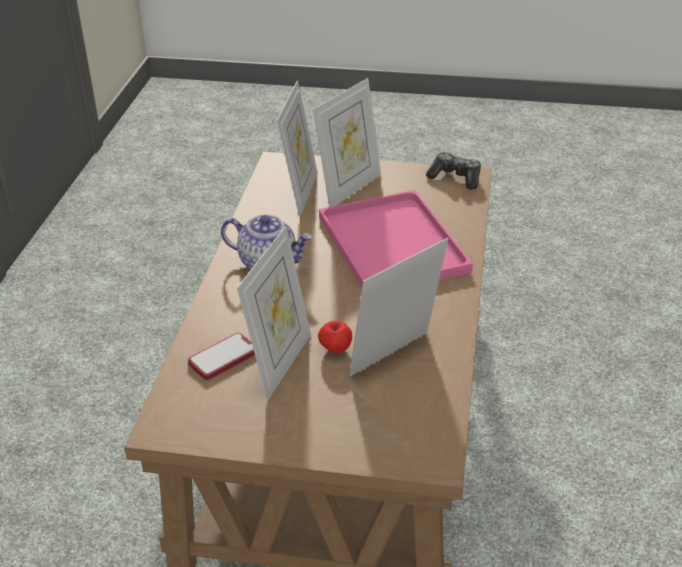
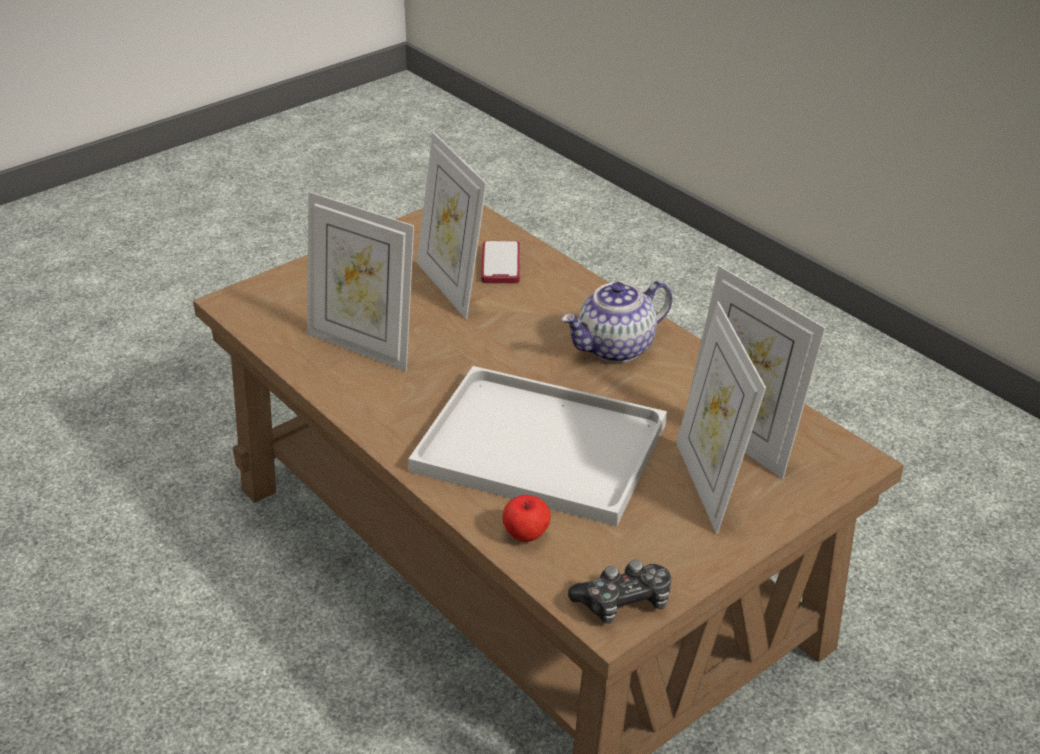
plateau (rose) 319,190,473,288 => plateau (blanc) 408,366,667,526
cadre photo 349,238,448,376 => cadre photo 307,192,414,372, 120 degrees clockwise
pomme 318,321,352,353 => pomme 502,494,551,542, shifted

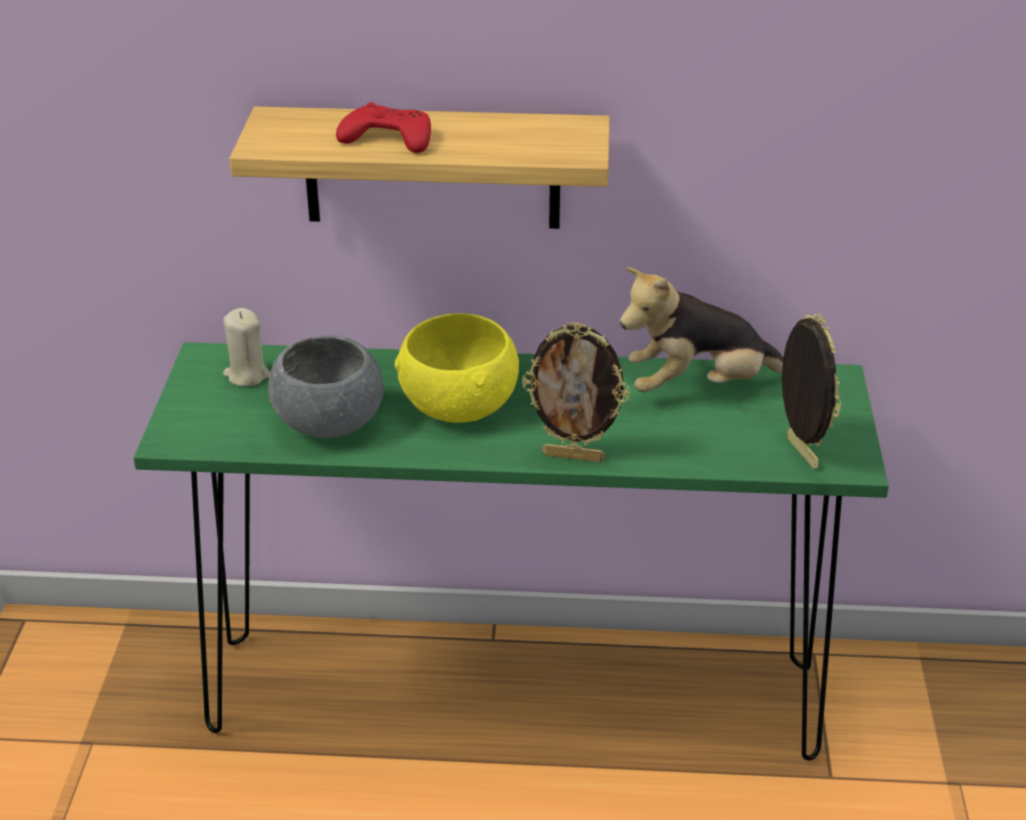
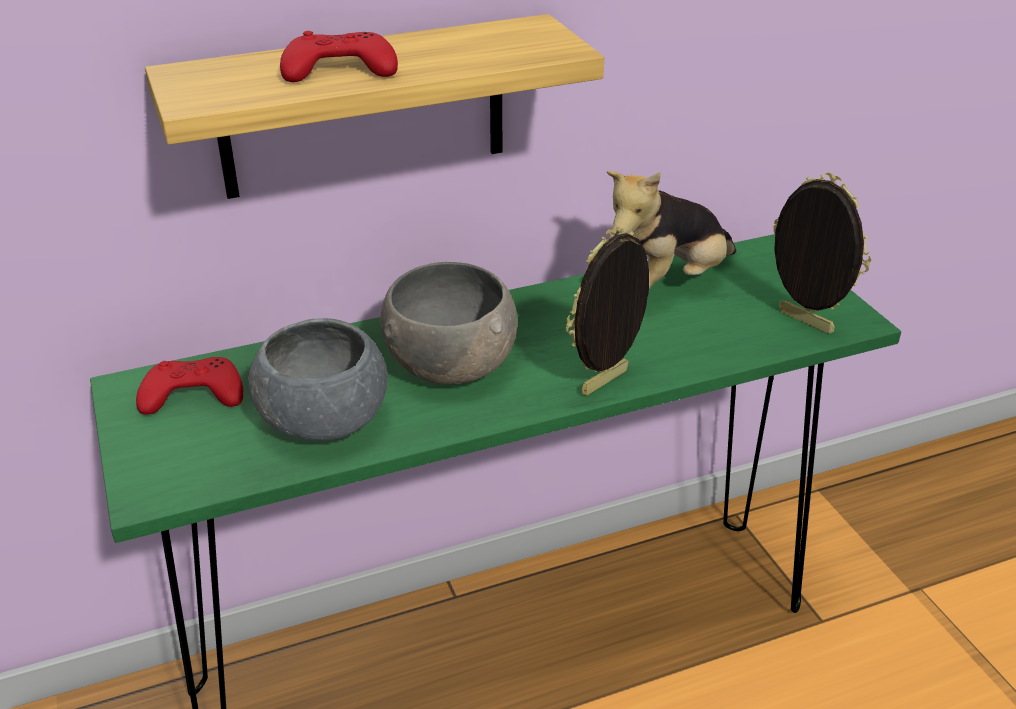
bougie (beige) 223,308,270,387 => manette (rouge) 136,357,243,415
bol (jaune) 395,313,519,423 => bol (gris) 381,262,517,384
cadre photo 522,322,630,462 => cadre photo 566,226,649,396, 150 degrees clockwise

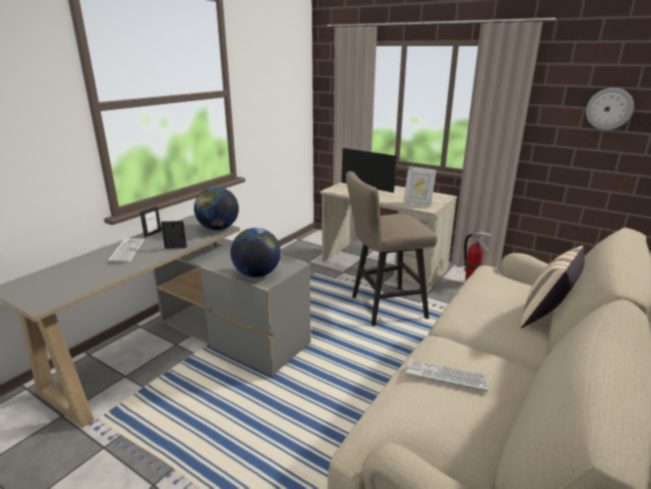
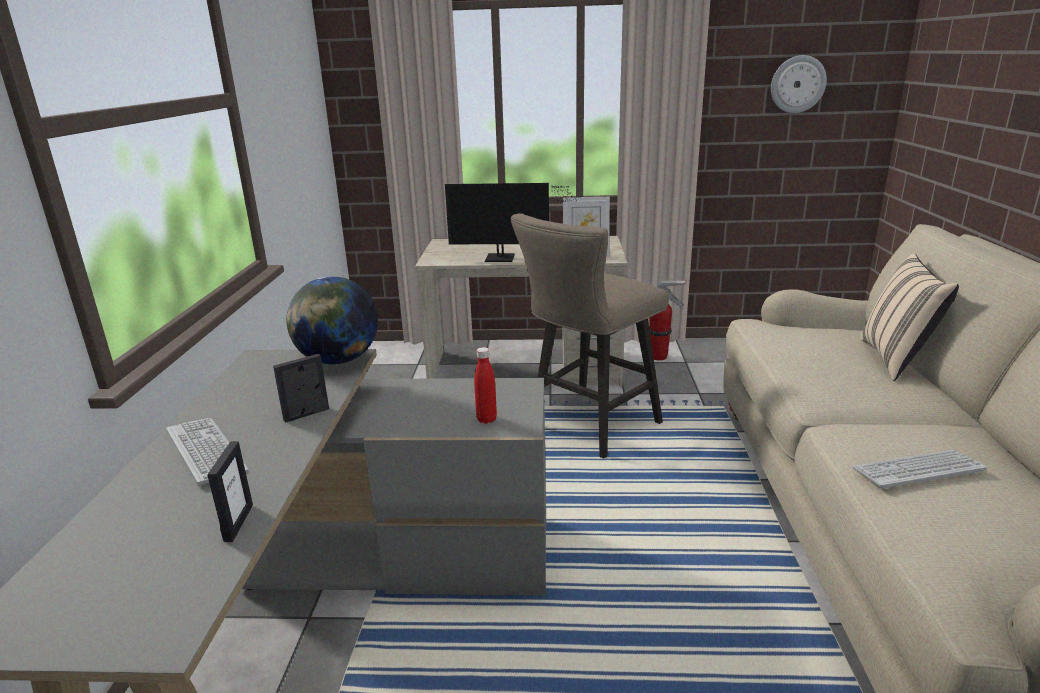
cadre photo 140,206,161,237 => cadre photo 207,441,253,542, shifted
globe 230,228,281,277 => bouteille (rouge) 474,347,497,424

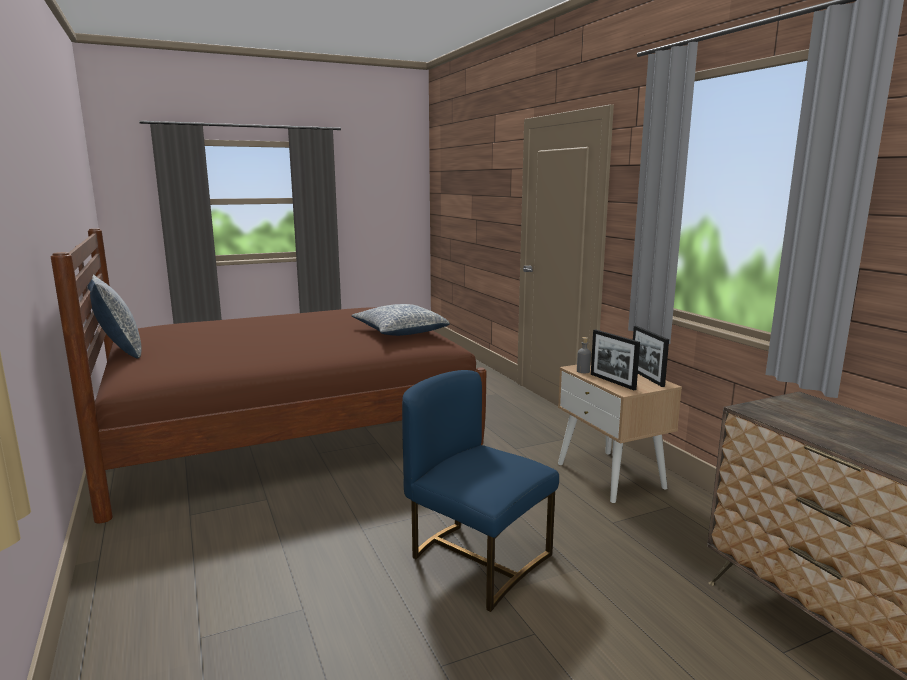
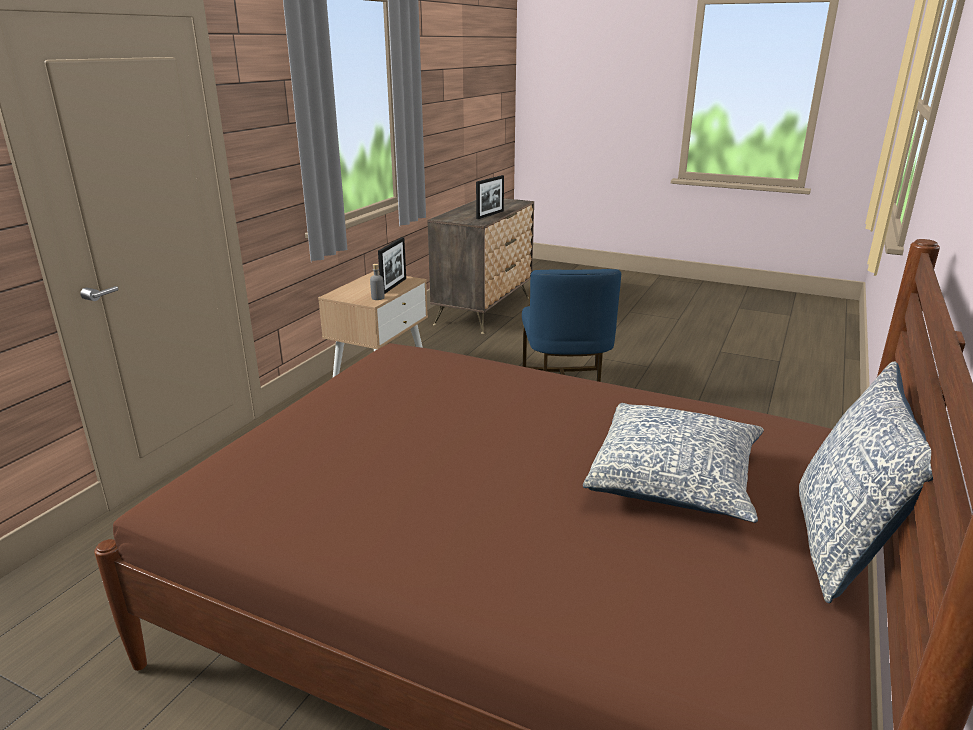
coussin 351,304,450,336 => coussin 583,403,764,523, shifted
cadre photo 633,326,669,387 => cadre photo 476,175,504,219, shifted

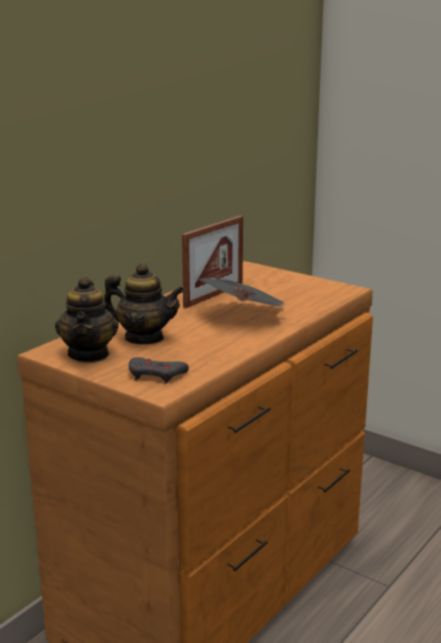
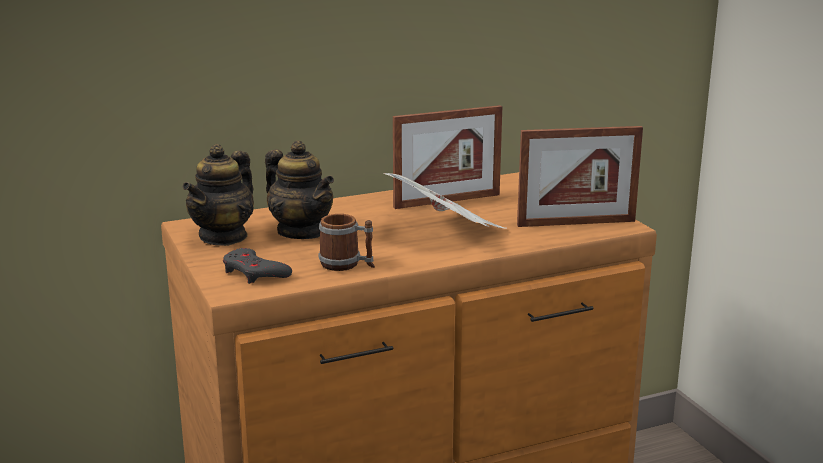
nothing => cadre photo 517,126,643,227
nothing => mug 319,214,375,271

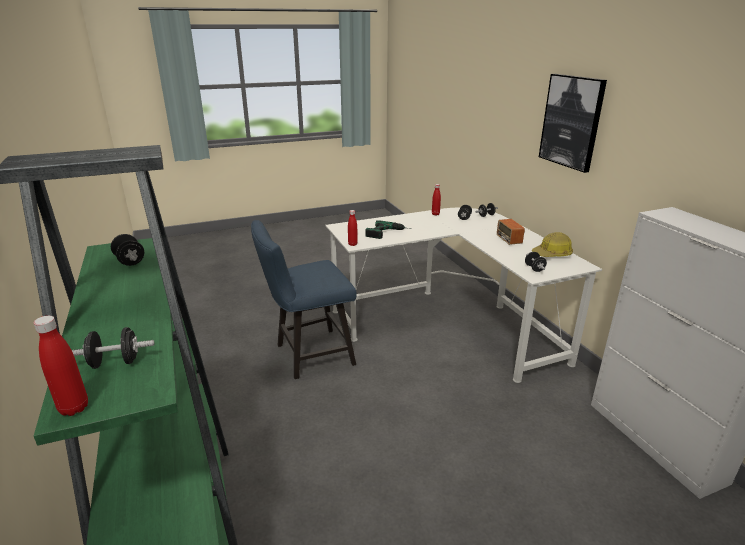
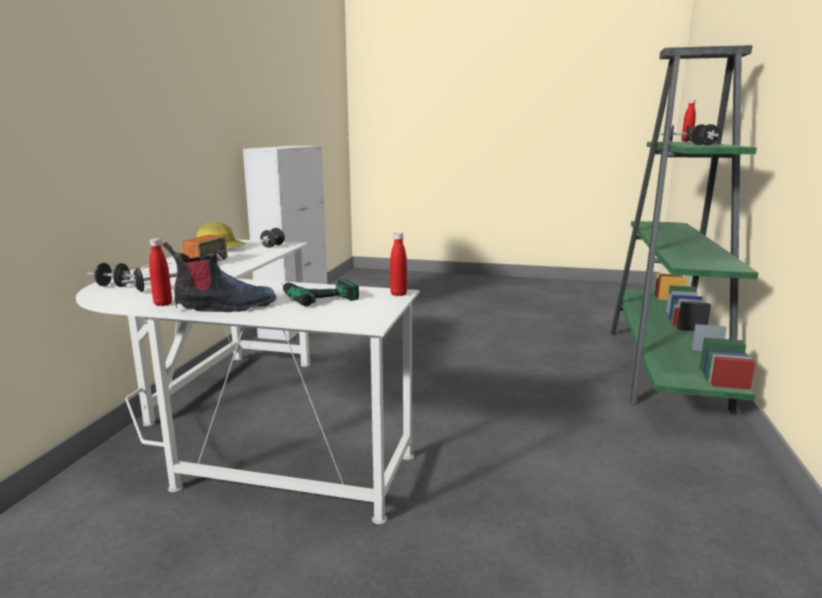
tableau 539,74,607,173 => nothing
chaise (bleu) 251,220,357,379 => nothing
nothing => botte 163,242,277,312

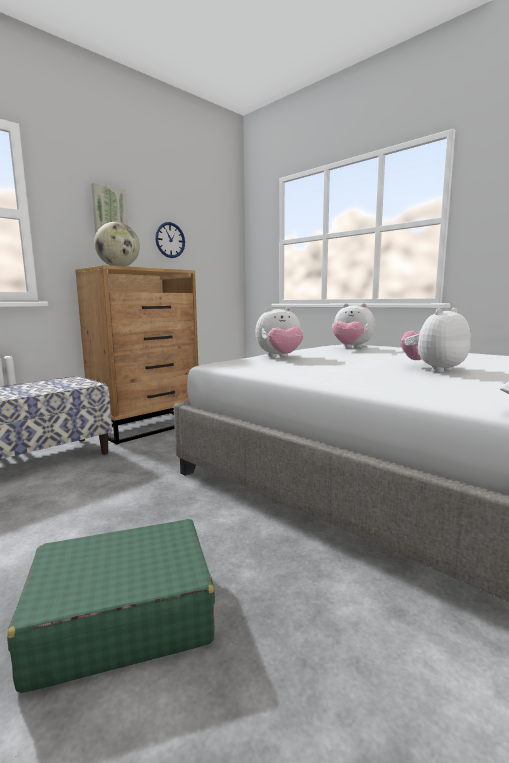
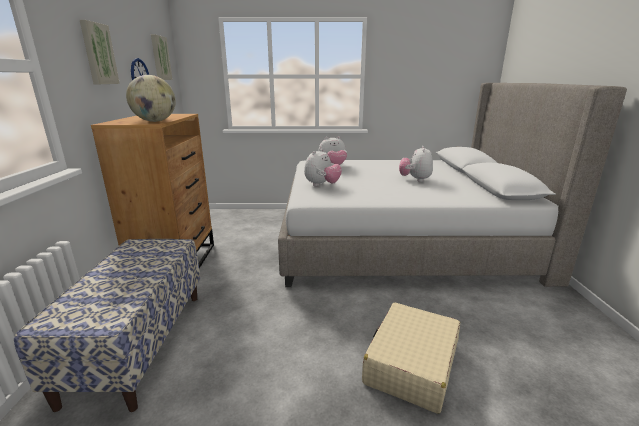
valise (vert) 7,519,215,693 => valise (beige) 362,302,460,414
nothing => tableau 151,34,173,80

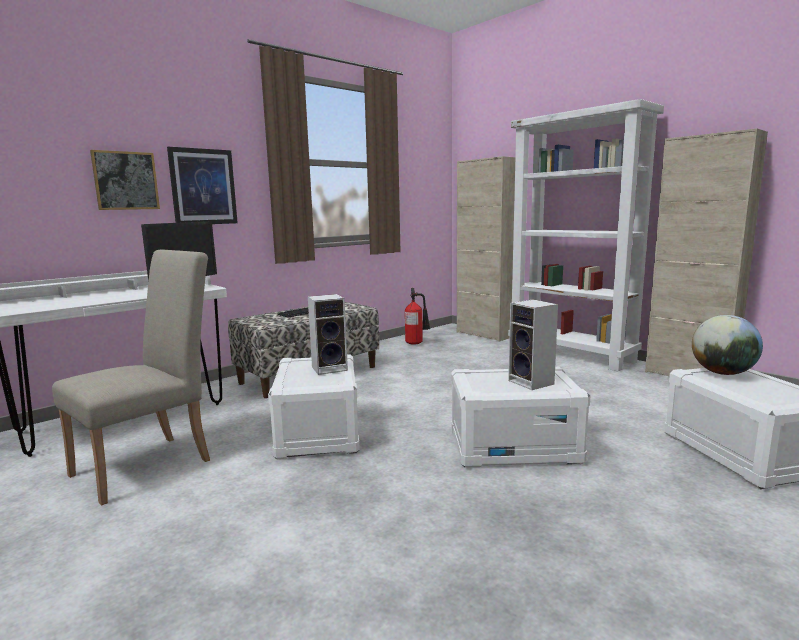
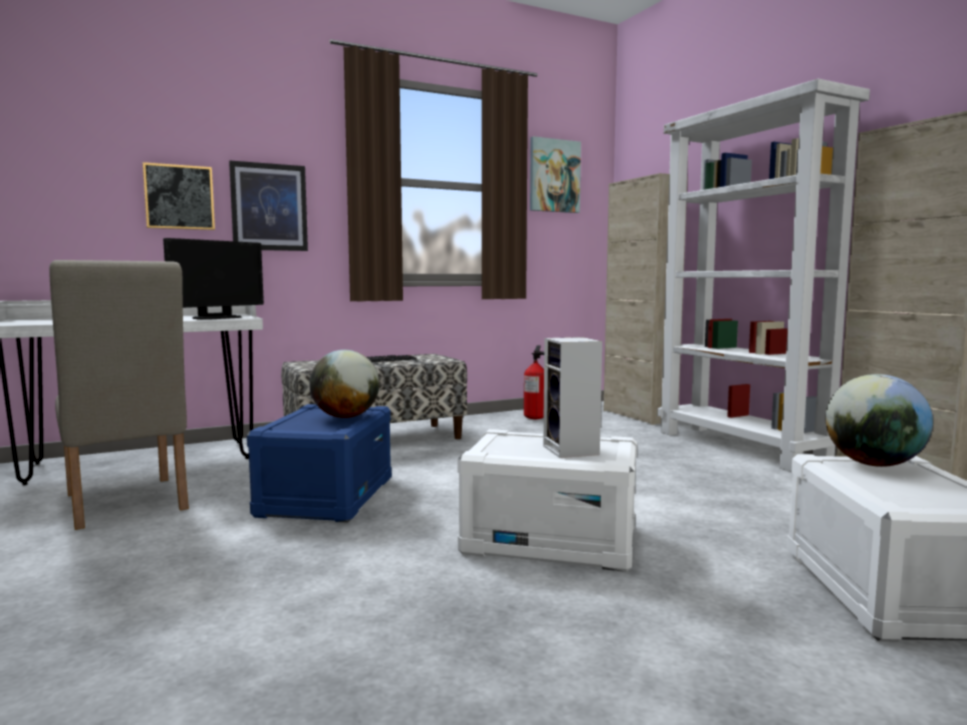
chaise (beige) 52,250,210,505 => chaise (beige) 49,260,189,530, 90 degrees clockwise
enceinte 308,294,348,375 => globe 309,350,379,418
boîte de rangement (blanc) 268,354,360,459 => boîte de rangement (bleu) 247,404,392,523
nothing => tableau 530,136,581,213

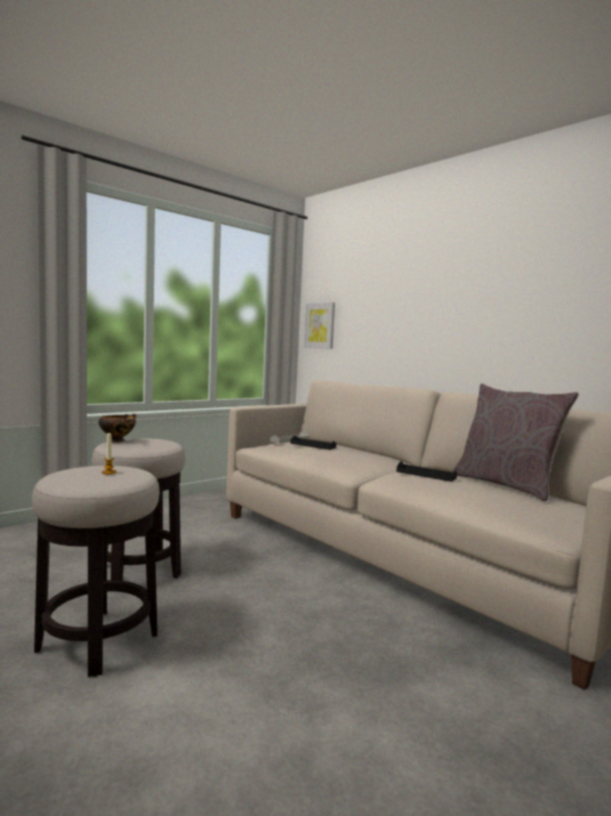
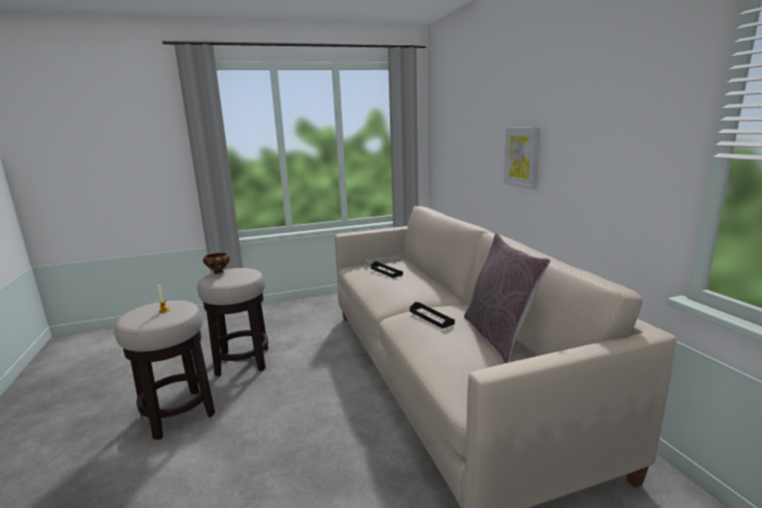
tableau 304,302,335,349 => tableau 504,127,541,189, shifted

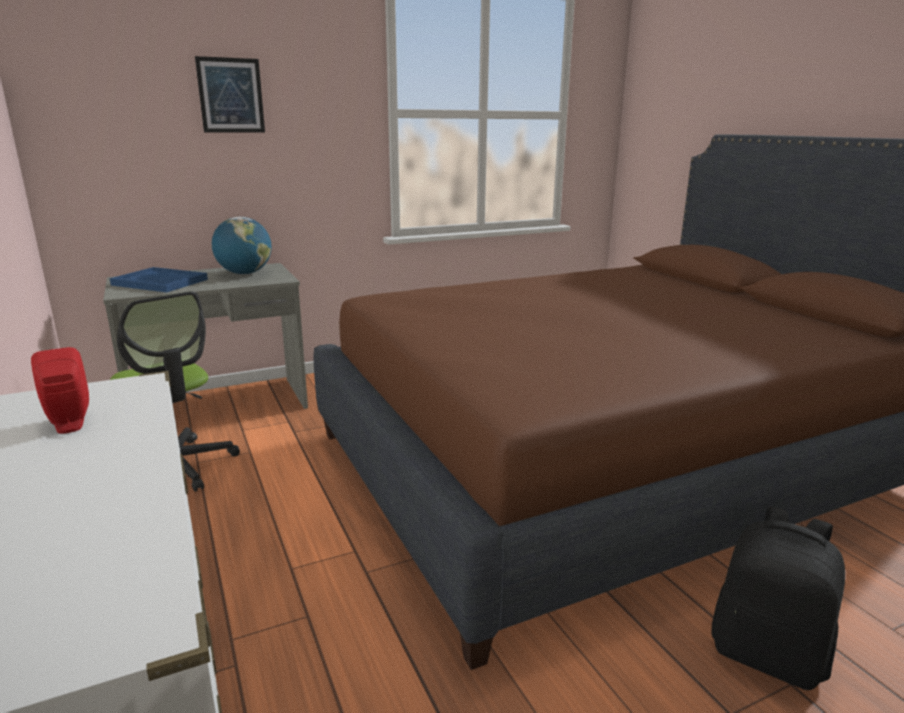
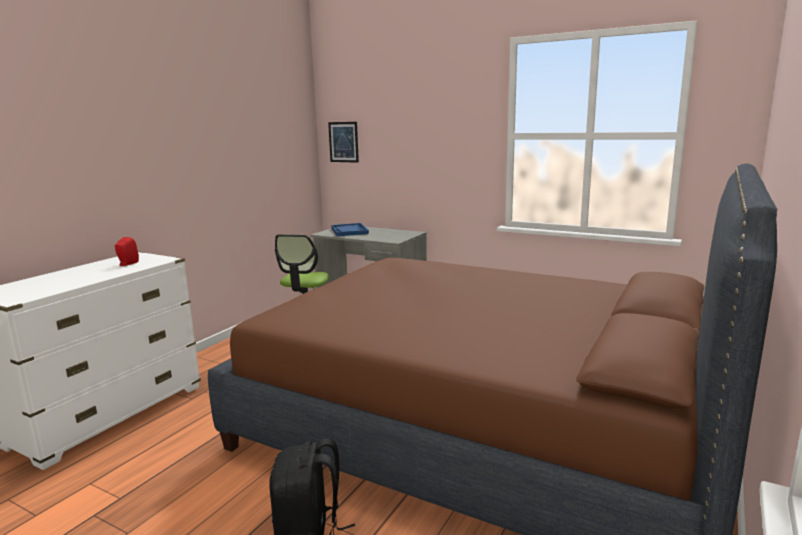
tableau 195,56,265,132 => tableau 328,122,359,163, shifted
globe 212,217,272,274 => nothing

